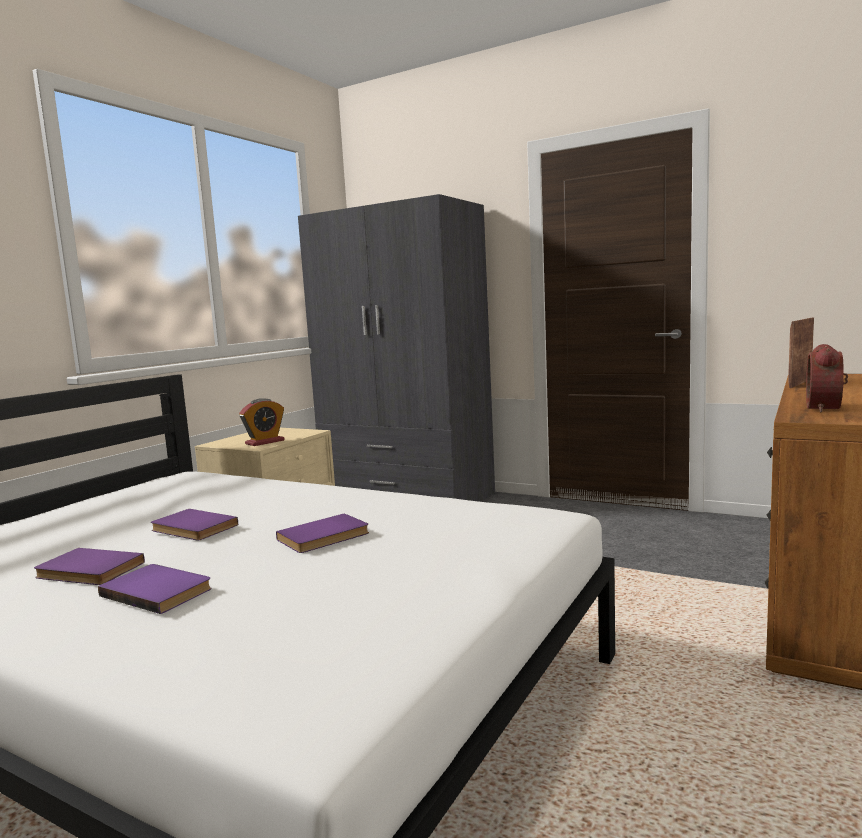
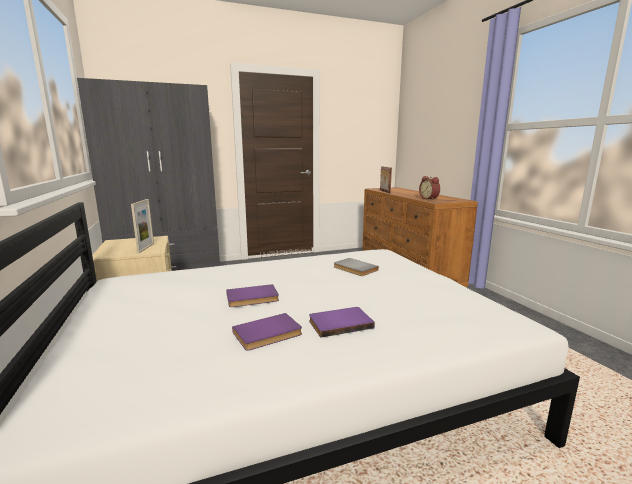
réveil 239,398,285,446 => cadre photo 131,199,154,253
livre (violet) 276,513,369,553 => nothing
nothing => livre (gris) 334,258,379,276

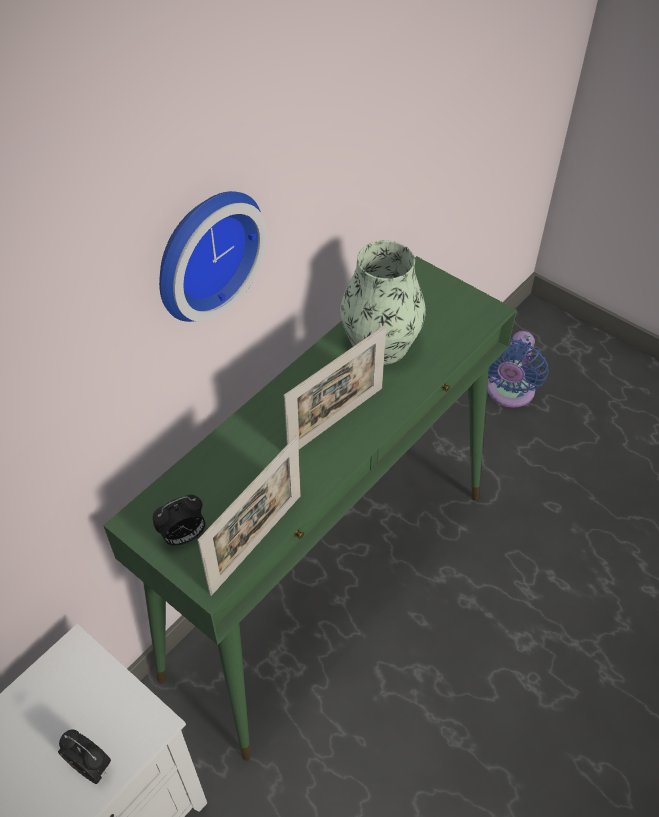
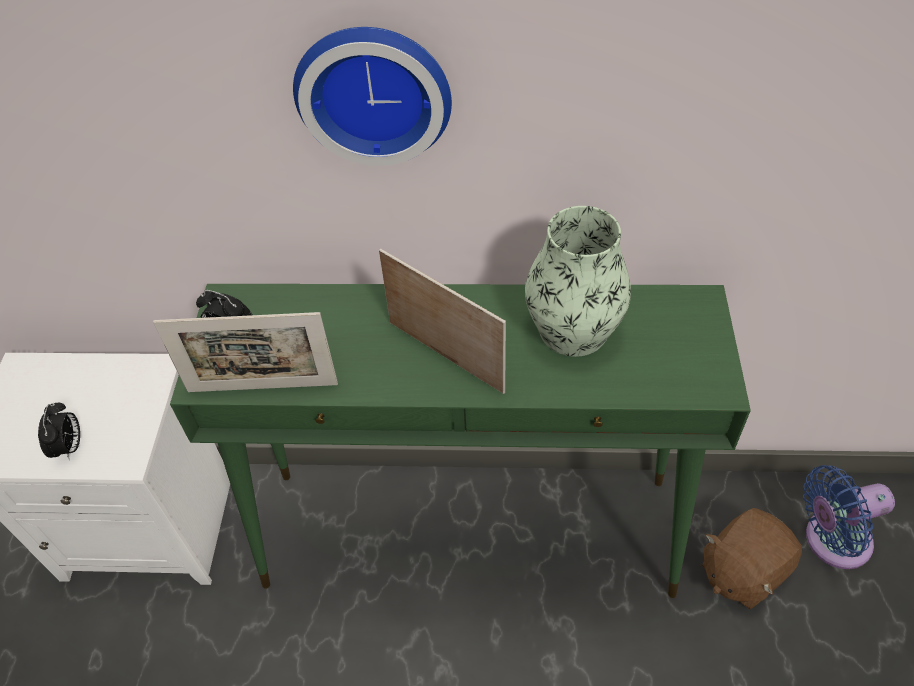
cadre photo 284,325,386,449 => cadre photo 379,248,506,394, 150 degrees counterclockwise
nothing => peluche (marron) 702,508,802,610

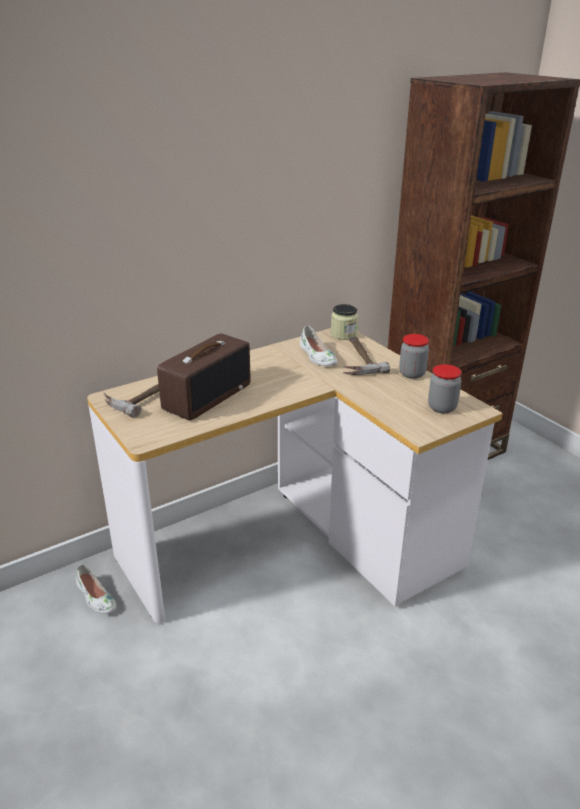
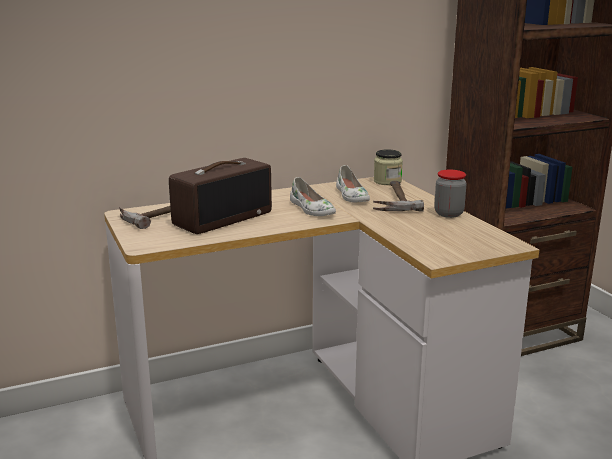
bocal 428,364,462,413 => nothing
chaussure (blanc) 76,564,117,614 => chaussure (blanc) 290,177,336,216, shifted

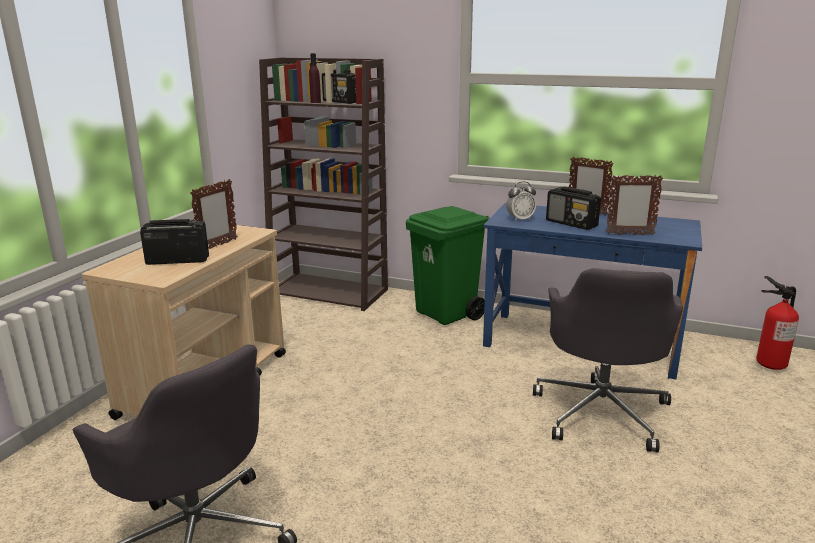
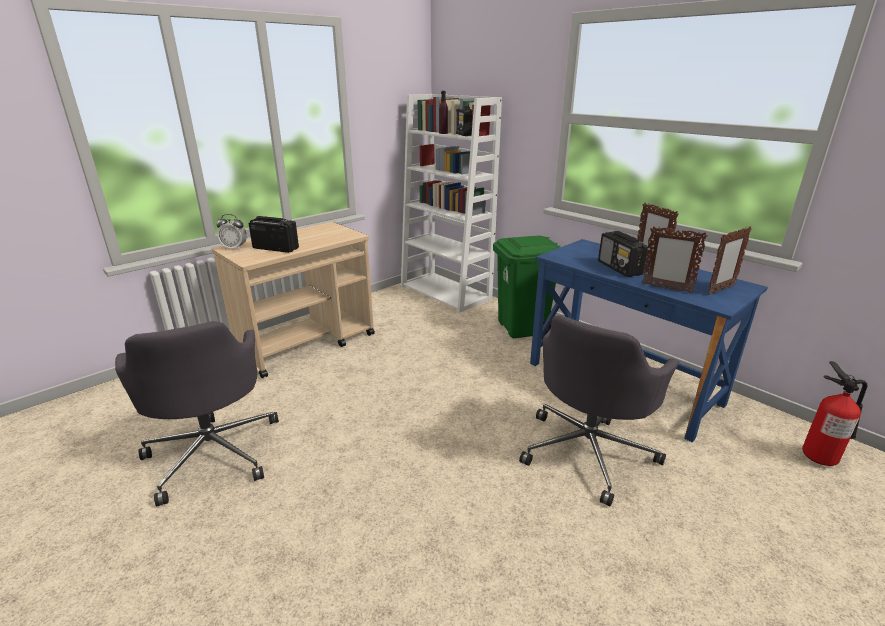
bibliothèque (marron) 259,57,388,311 => bibliothèque (blanc) 401,94,502,313
cadre photo 190,179,238,249 => cadre photo 708,226,752,295, shifted
réveil 506,182,536,222 => réveil 216,214,247,250, shifted

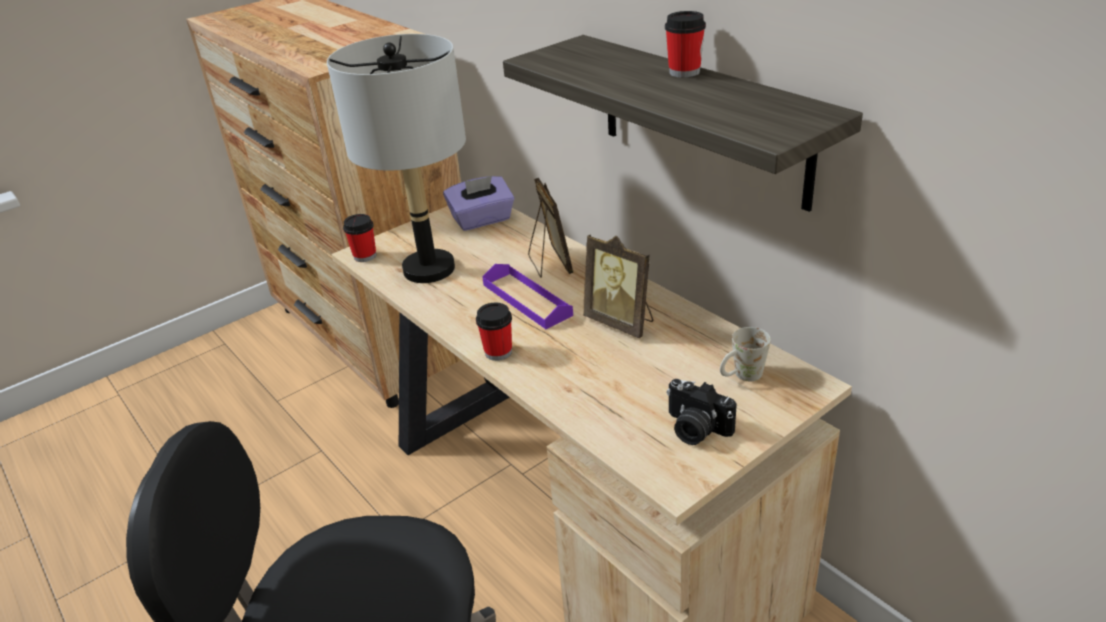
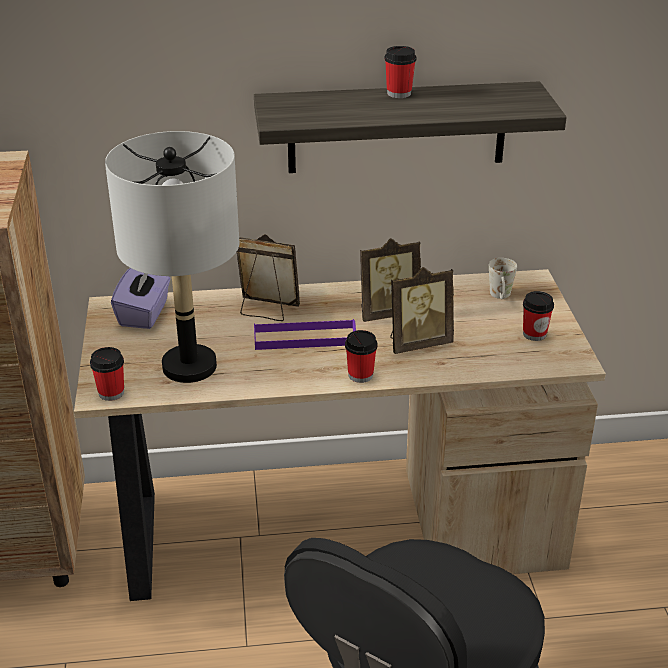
appareil photo 666,379,737,445 => tasse 523,291,554,341
nothing => cadre photo 390,267,454,354

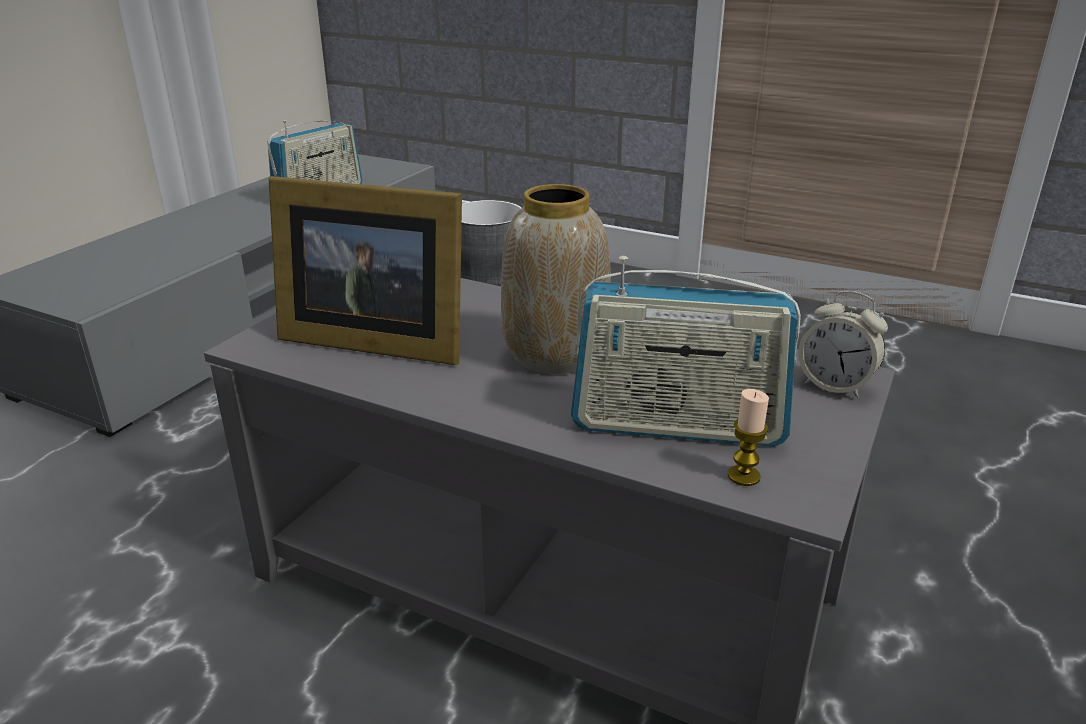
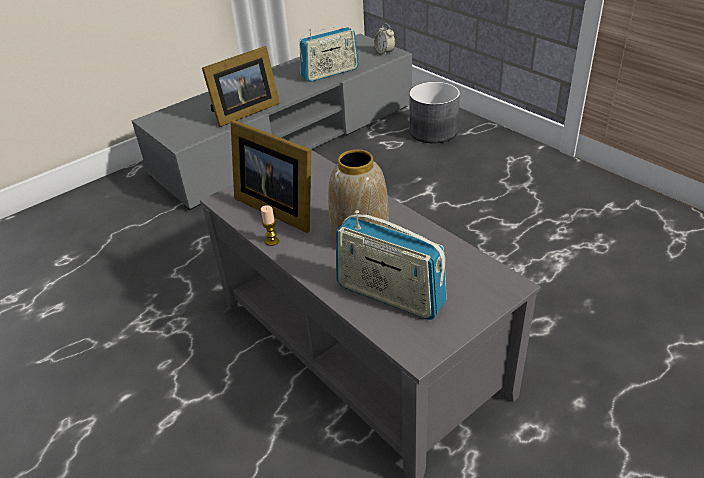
réveil 798,291,888,398 => réveil 374,24,395,55, shifted
bougie 728,389,769,486 => bougie 261,205,279,246, shifted
nothing => cadre photo 202,46,280,127

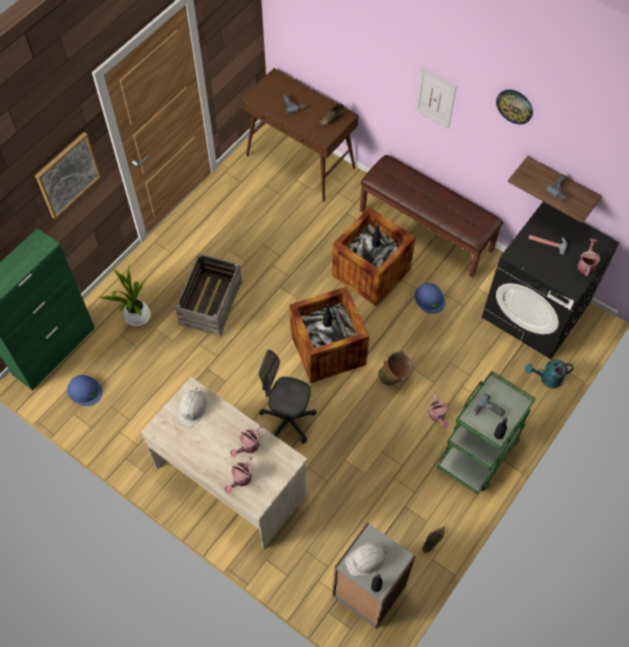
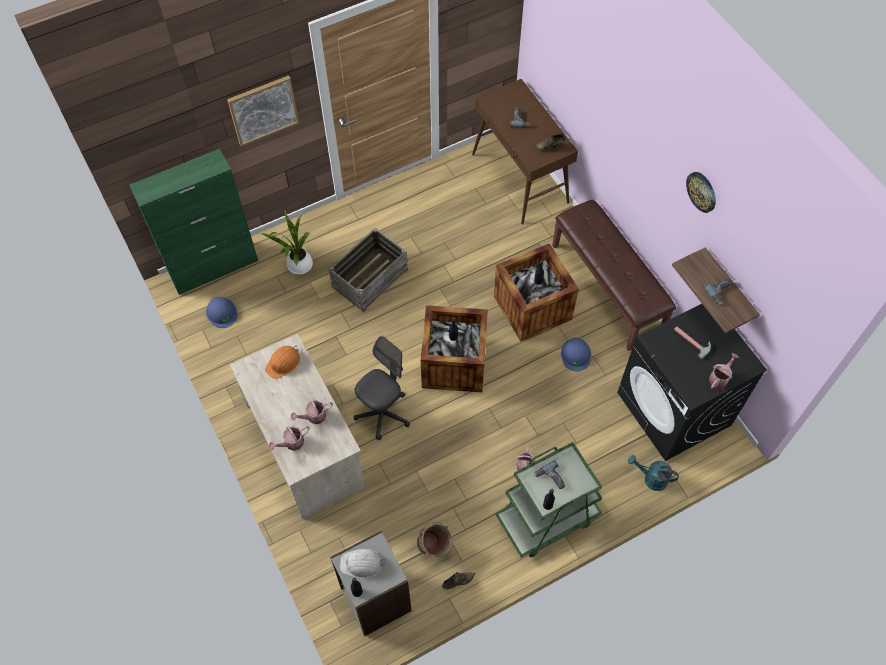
tableau 415,68,457,129 => nothing
chaise de bureau (gris) 258,350,316,444 => chaise de bureau (gris) 354,336,410,440, 90 degrees clockwise
seau (vert) 378,351,413,386 => seau (vert) 417,522,453,557, shifted
casque de chantier (blanc) 177,388,207,427 => casque de chantier (orange) 265,346,300,379

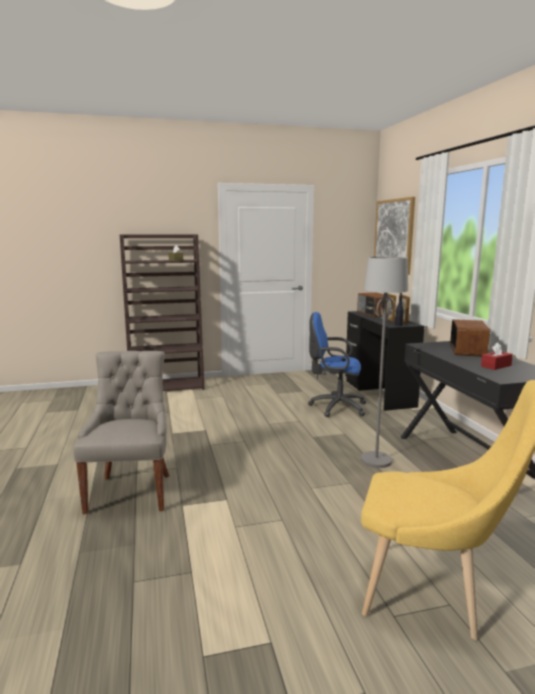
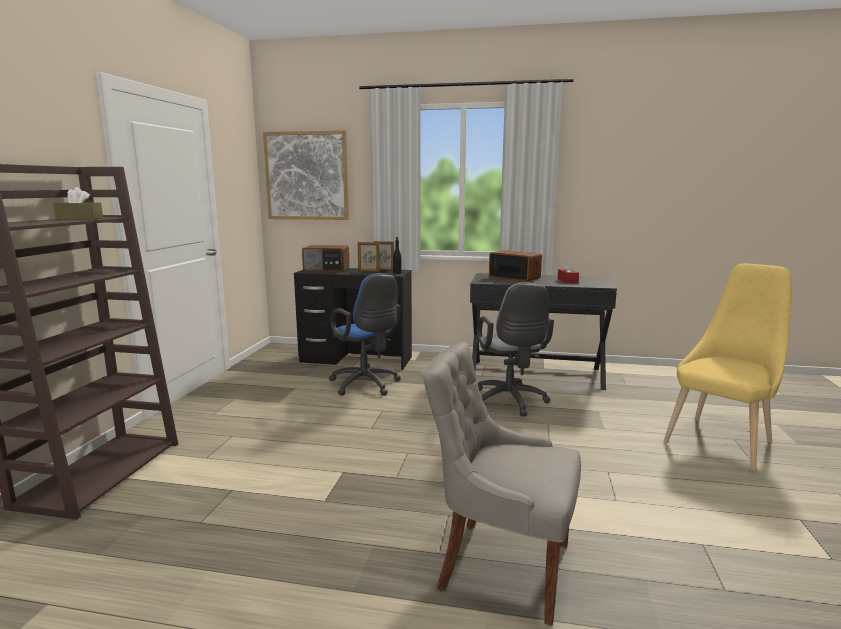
lampadaire (gris) 361,257,408,468 => chaise de bureau (gris) 477,282,554,417
chaise de bureau (bleu) 308,312,366,417 => chaise de bureau (bleu) 329,273,401,396, 75 degrees counterclockwise

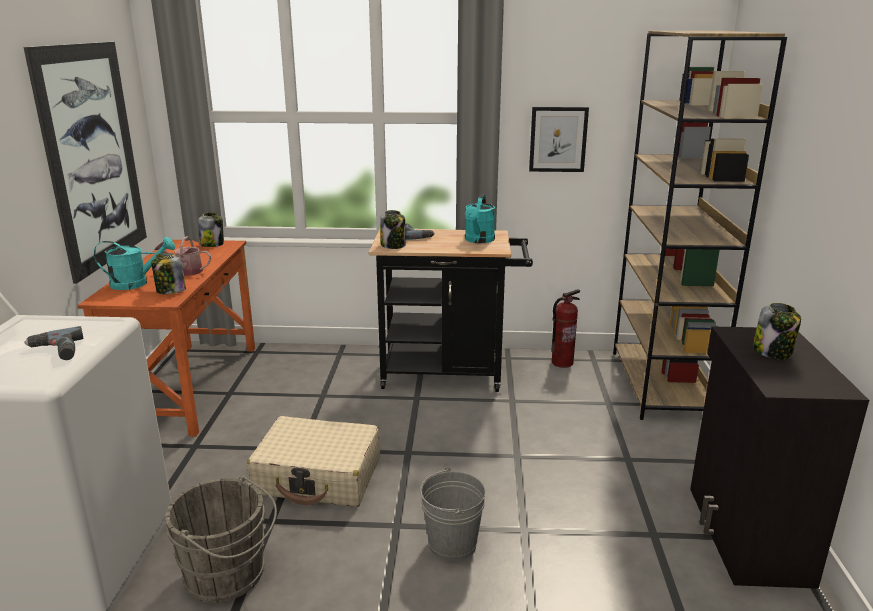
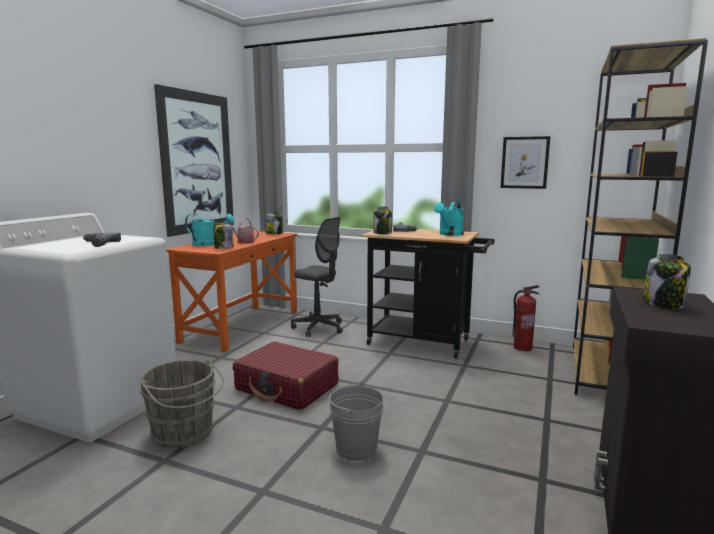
valise (beige) 247,416,380,507 => valise (rouge) 233,341,339,410
nothing => chaise de bureau (gris) 291,217,343,337

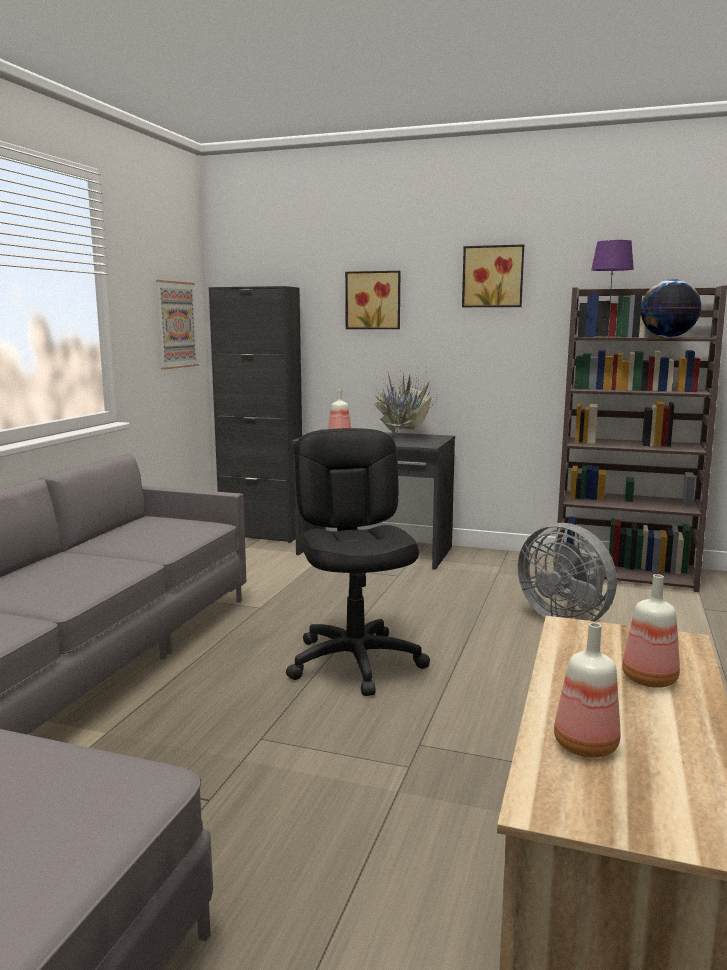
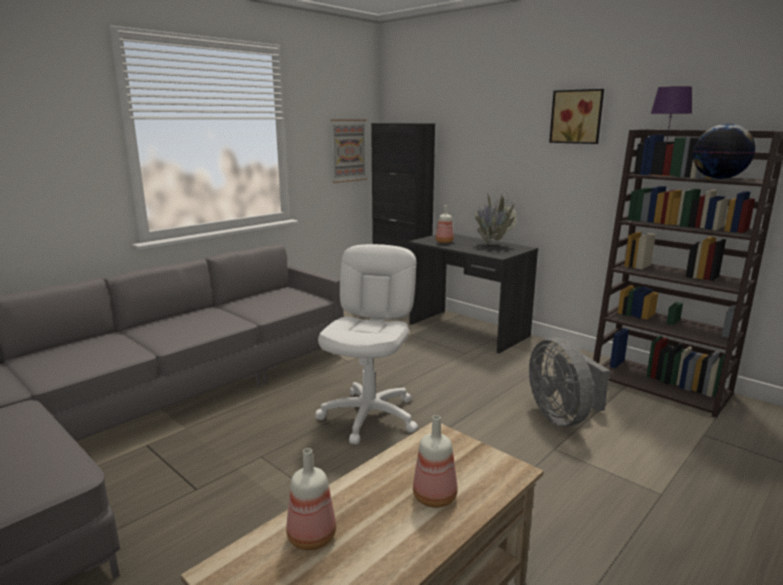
tableau 345,271,400,329 => nothing
chaise de bureau (noir) 286,428,430,696 => chaise de bureau (blanc) 315,244,418,445

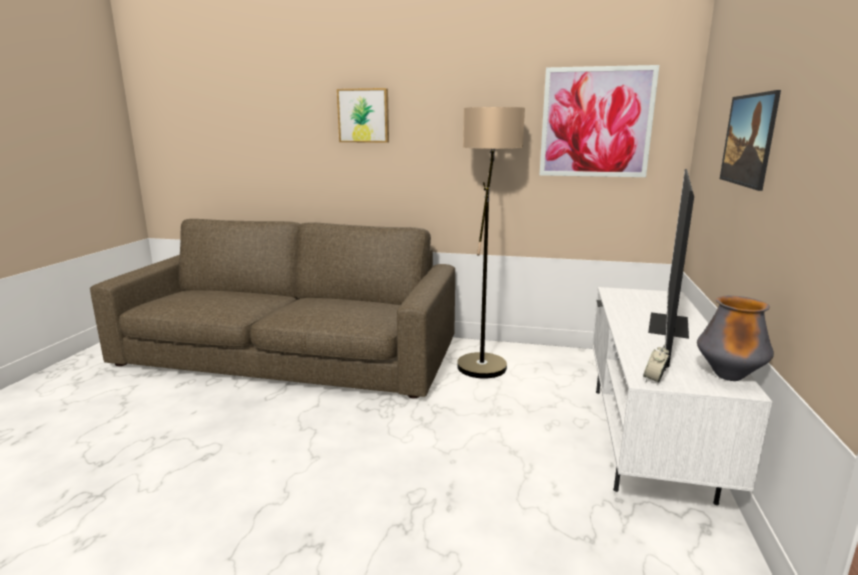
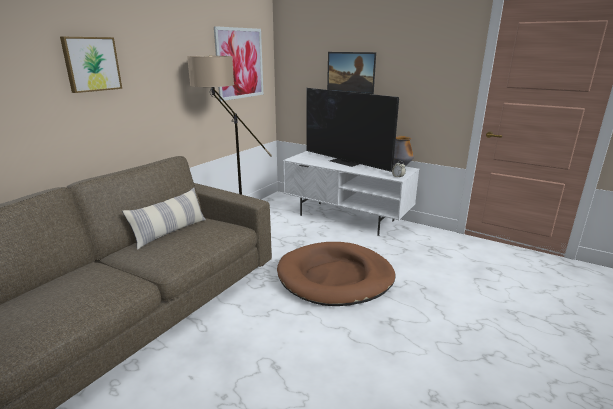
nothing => coussin 122,188,206,250
nothing => panier pour chien (marron) 277,242,395,306

